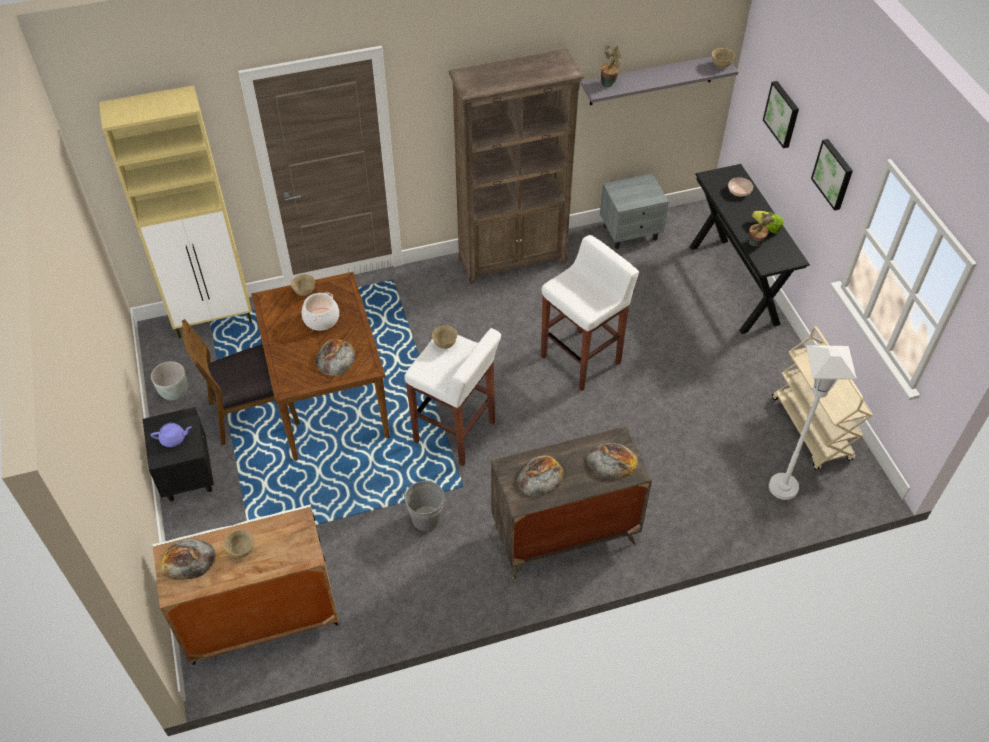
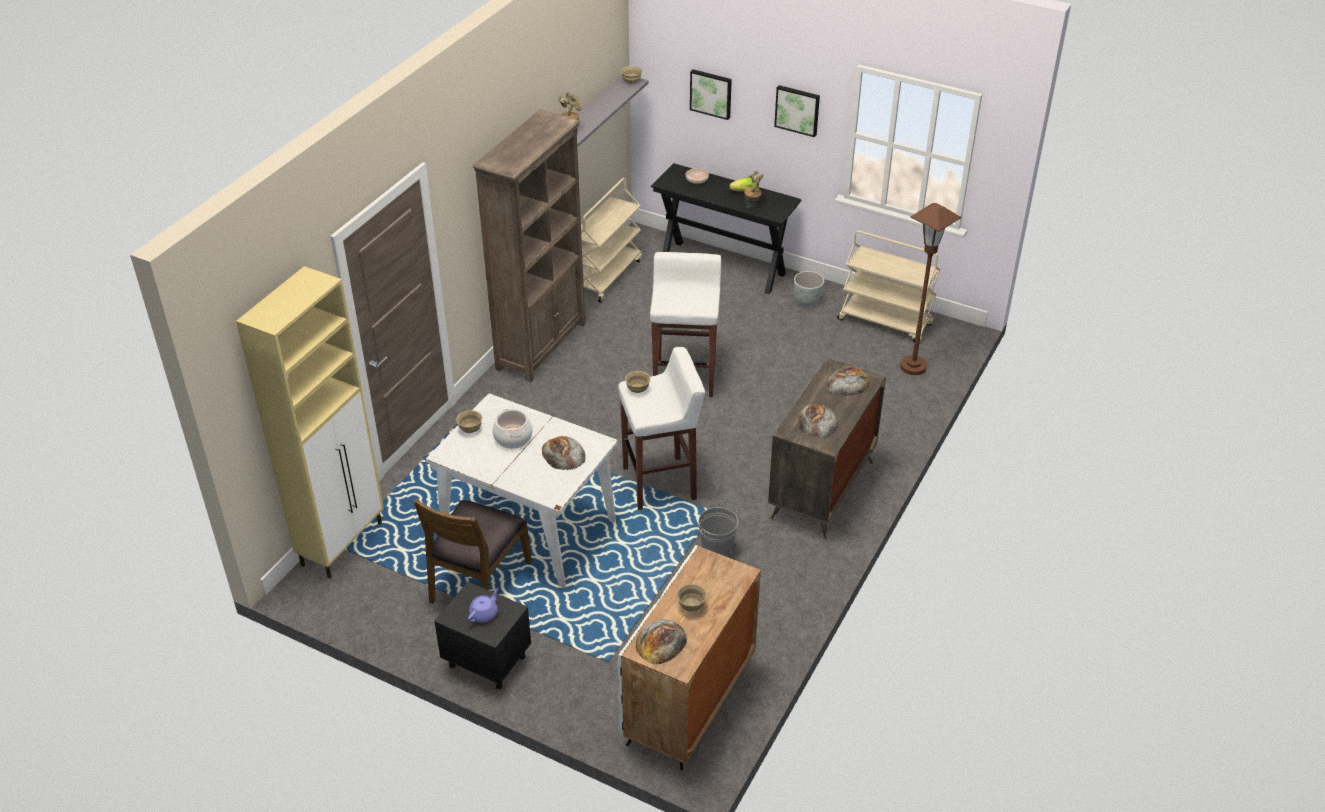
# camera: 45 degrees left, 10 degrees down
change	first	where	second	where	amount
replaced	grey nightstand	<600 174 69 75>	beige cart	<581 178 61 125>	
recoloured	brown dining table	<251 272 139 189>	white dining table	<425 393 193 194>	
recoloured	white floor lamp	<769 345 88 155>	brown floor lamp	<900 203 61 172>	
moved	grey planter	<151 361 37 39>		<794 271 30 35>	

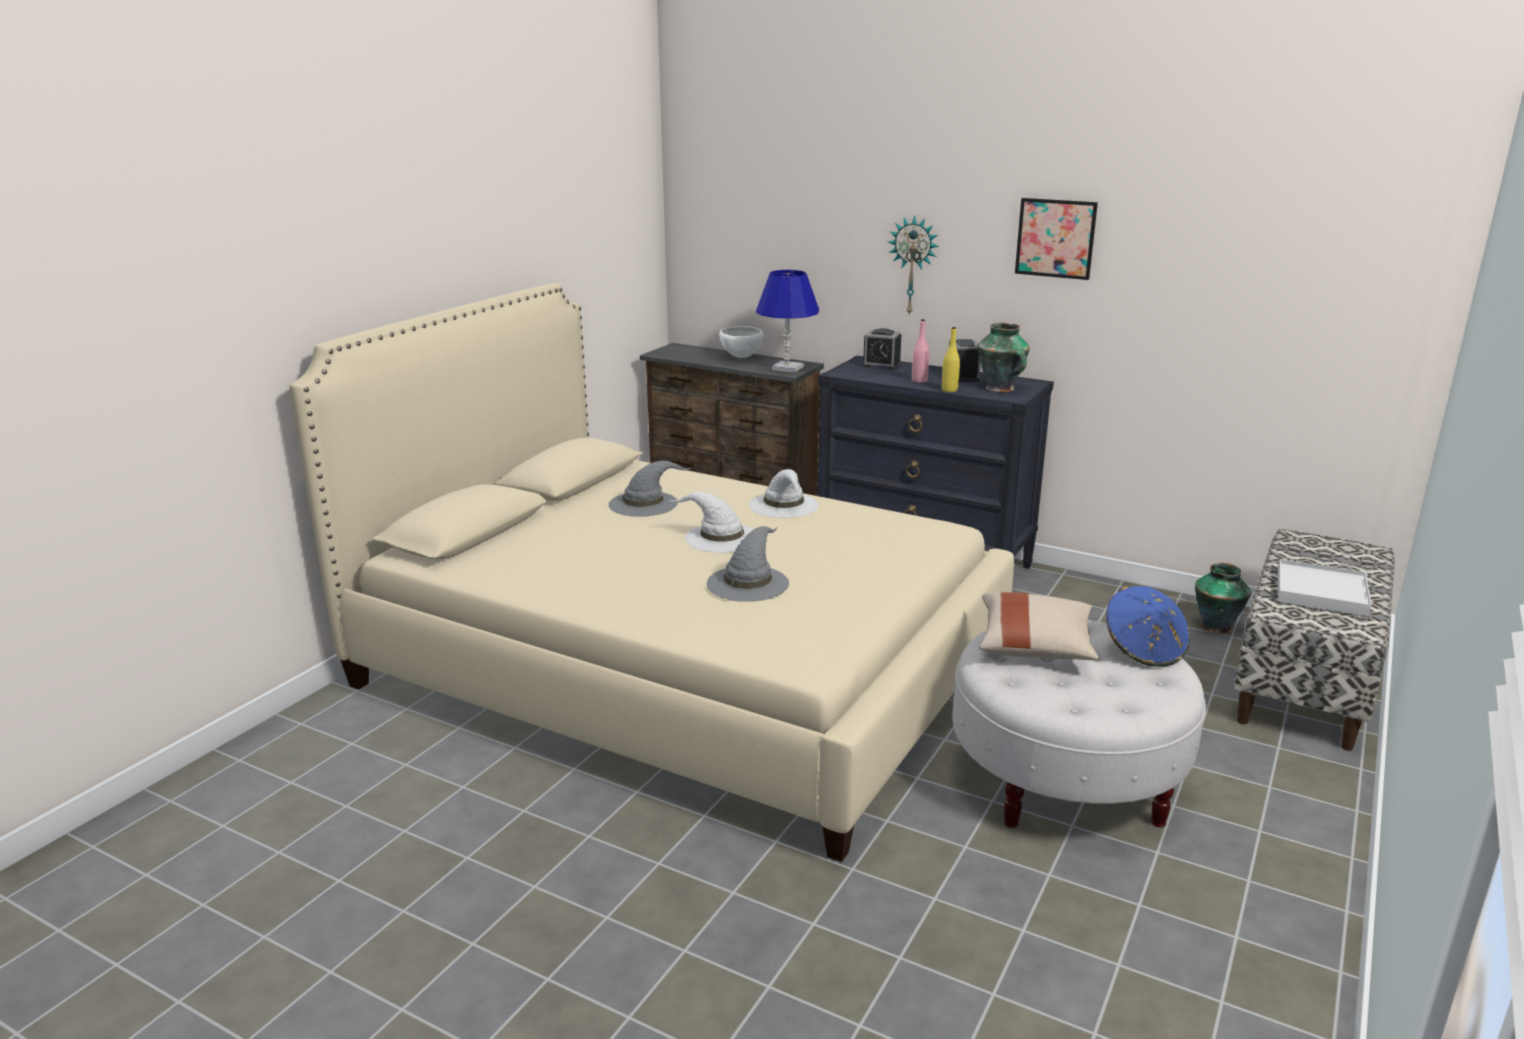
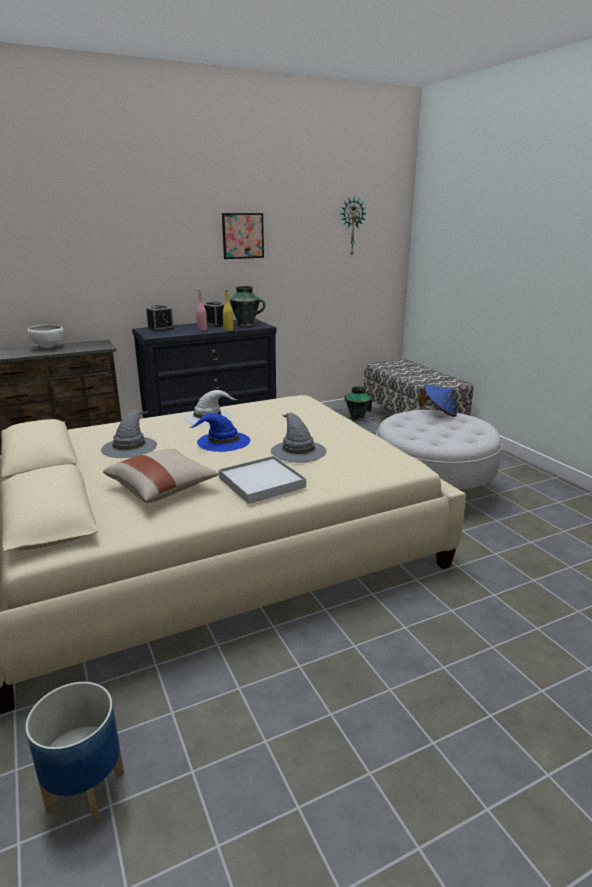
# camera: 55 degrees left, 0 degrees up
change	first	where	second	where	amount
moved	wall clock	<888 215 50 101>		<340 197 27 58>	
removed	blue table lamp	<756 270 63 103>			
recoloured	white hat	<669 492 85 61>	blue hat	<191 413 59 39>	
moved	white tray	<1278 559 93 58>		<219 456 87 48>	
moved	beige pillow	<979 592 120 68>		<103 449 116 54>	
added			planter	<25 682 99 142>	

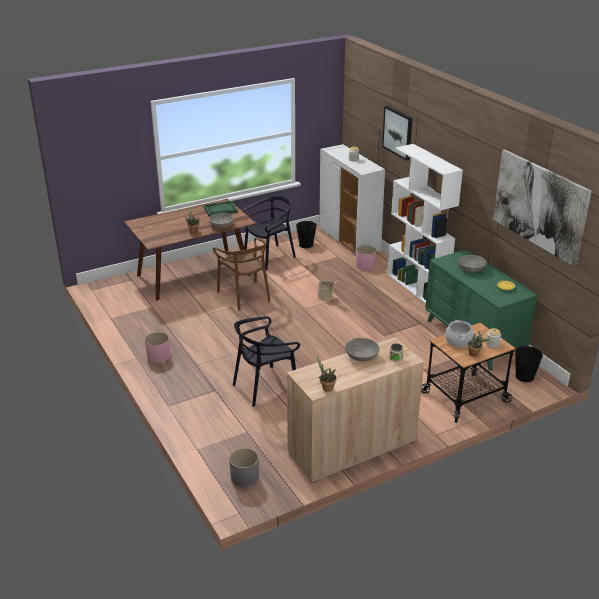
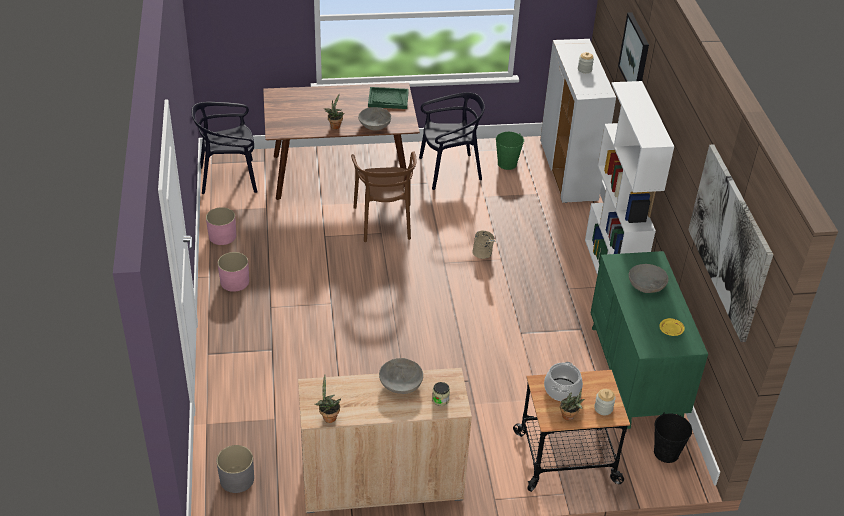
# camera: 20 degrees right, 10 degrees up
change	first	where	second	where	amount
recoloured	black bucket	<296 220 21 28>	green bucket	<496 132 28 38>	
moved	pink planter	<356 245 20 25>		<206 207 30 38>	
moved	black chair	<233 316 67 91>		<192 102 66 92>	

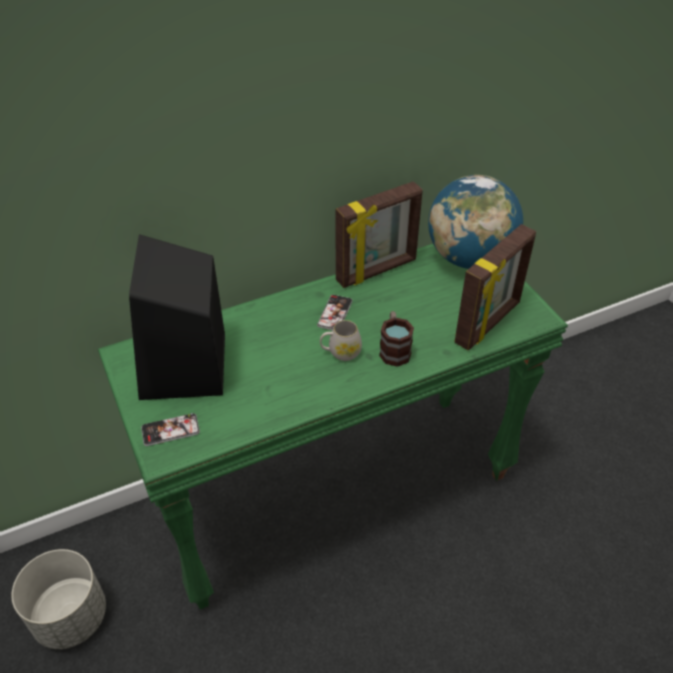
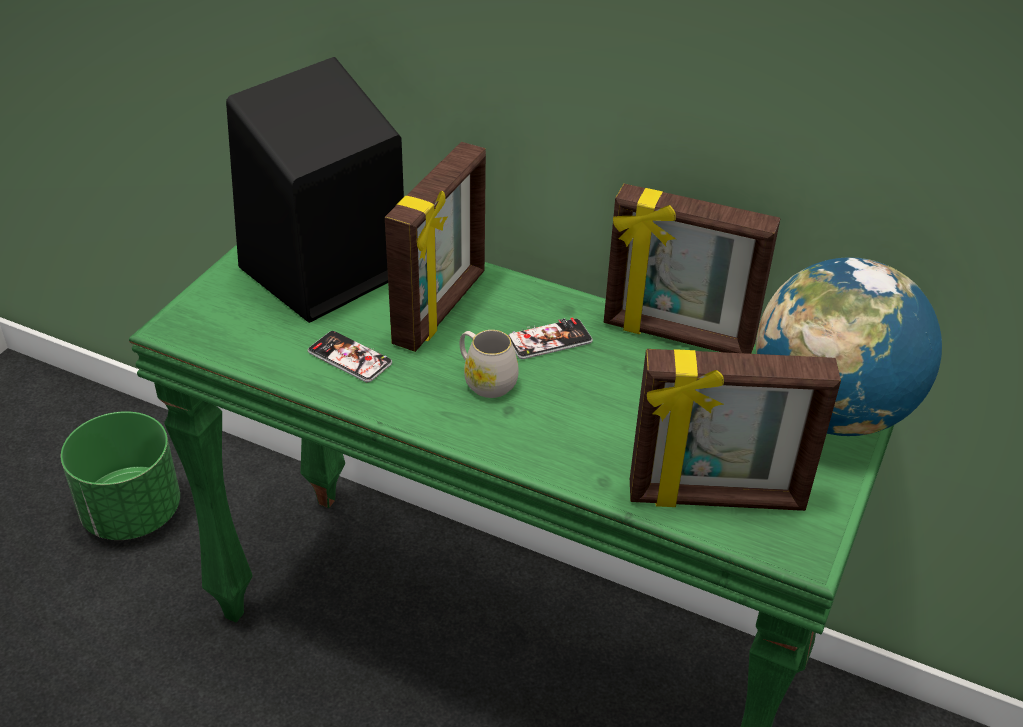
# camera: 50 degrees right, 5 degrees down
change	first	where	second	where	amount
removed	mug	<379 311 35 56>			
moved	phone	<141 413 59 33>		<308 331 84 52>	
recoloured	grey planter	<12 549 94 100>	green planter	<61 411 119 129>	
added			picture frame	<385 142 101 210>	

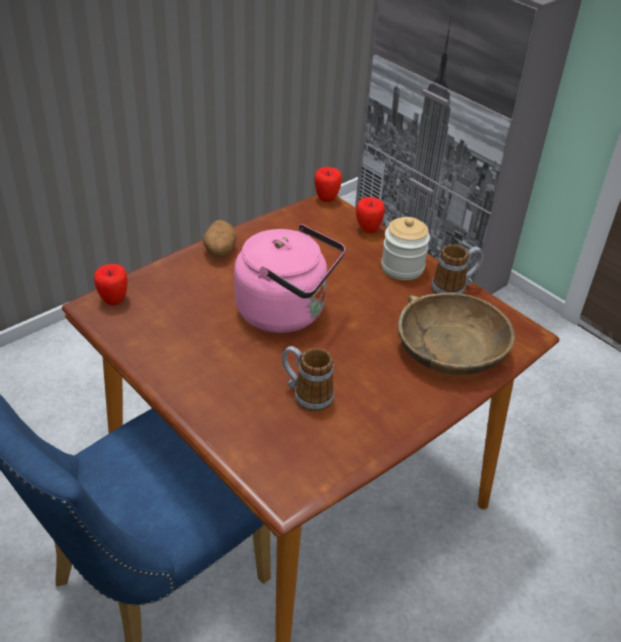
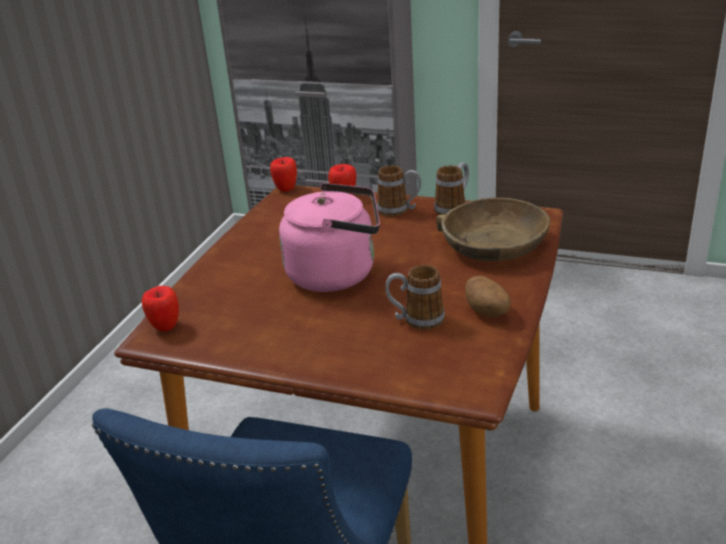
# camera: 25 degrees left, 10 degrees down
change	first	where	second	where	amount
replaced	jar	<381 217 49 63>	mug	<377 165 44 52>	
moved	potato	<203 220 34 37>		<465 276 46 41>	

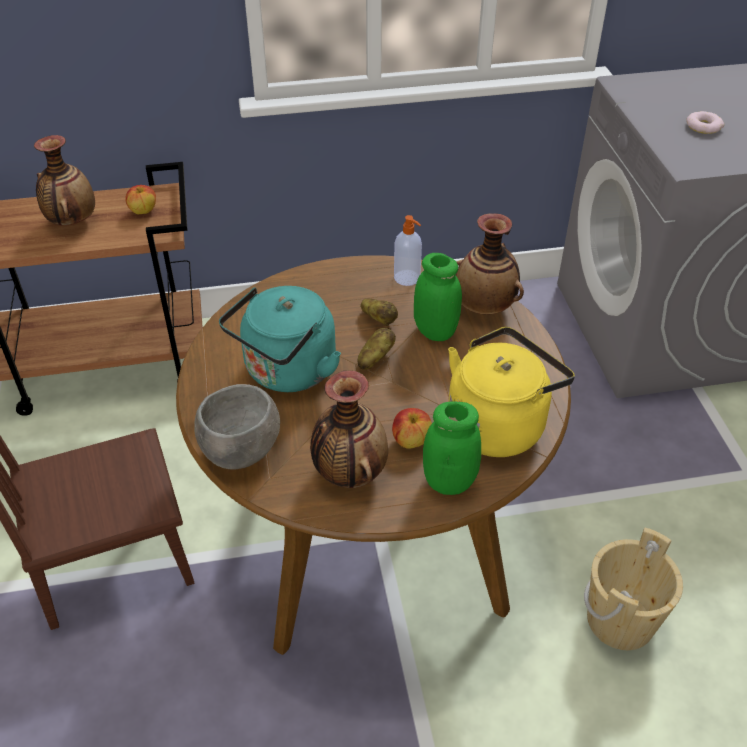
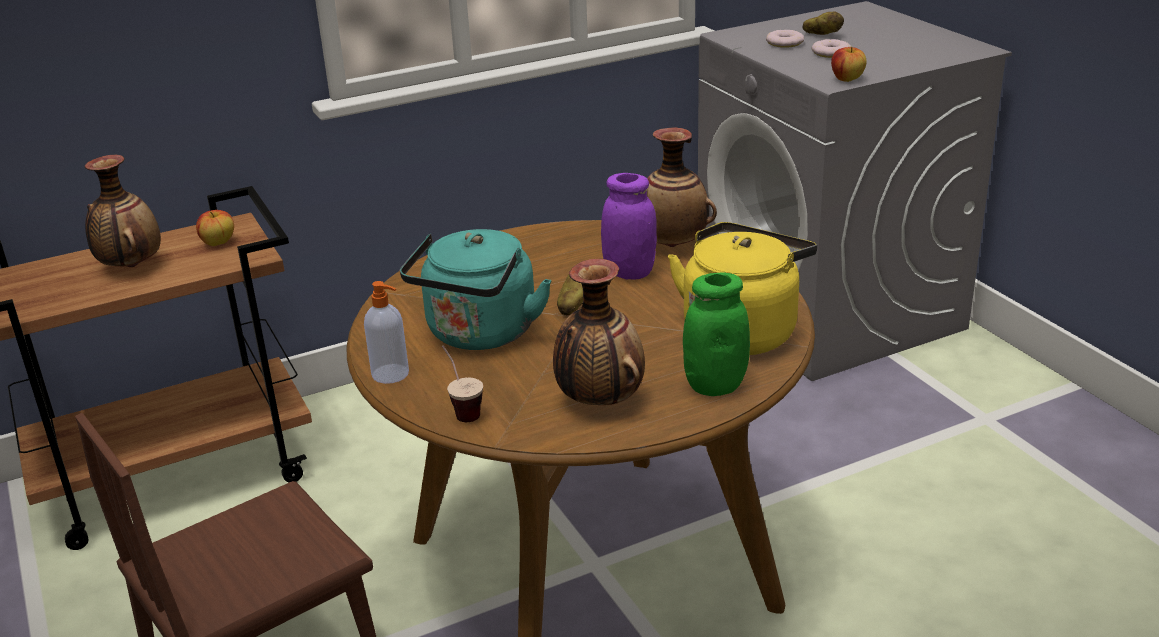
# camera: 15 degrees left, 15 degrees down
change	first	where	second	where	amount
moved	soap dispenser	<394 215 28 71>		<364 281 45 103>	
recoloured	green jar	<414 253 48 88>	purple jar	<601 173 56 107>	
moved	potato	<361 298 37 28>		<803 12 41 23>	
replaced	grey bowl	<194 384 86 86>	cup	<442 346 41 76>	
moved	apple	<392 408 40 41>		<831 47 36 35>	
removed	beige bucket	<584 528 99 122>			
added			donut	<766 30 38 18>	

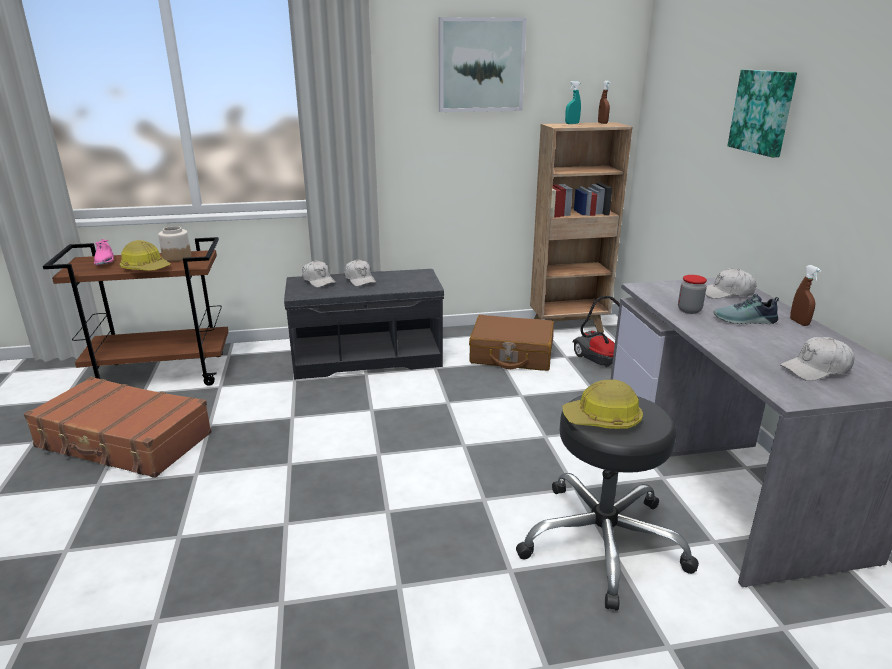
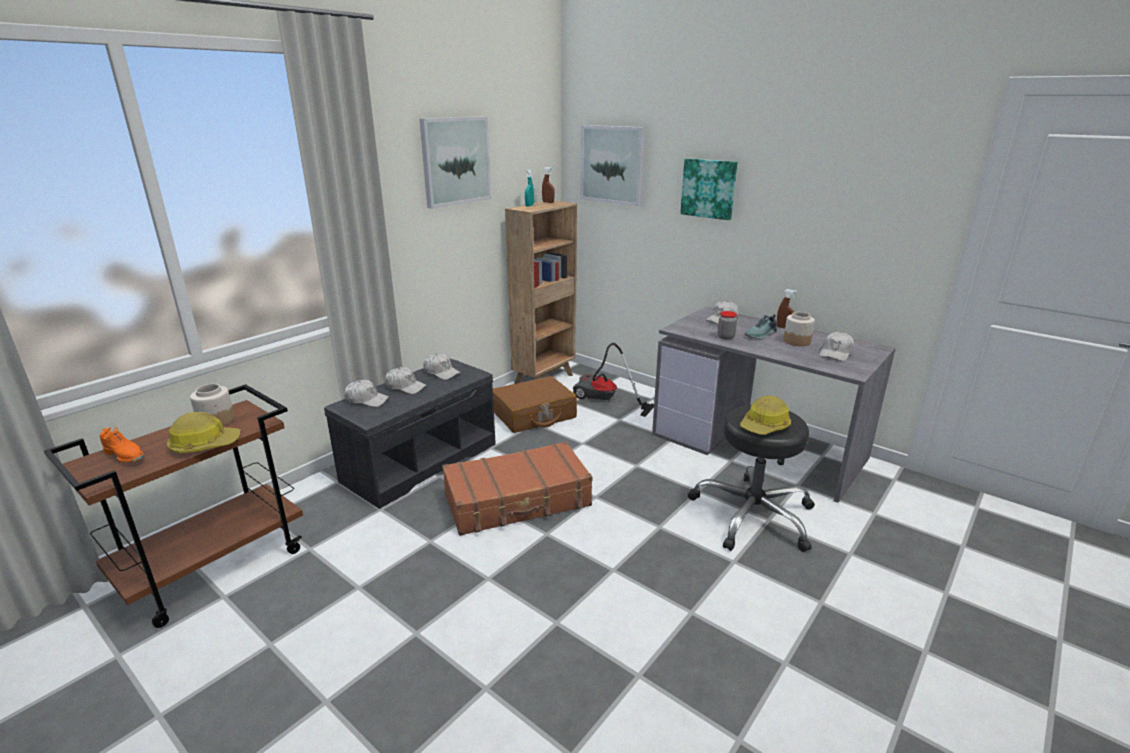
# camera: 40 degrees left, 0 degrees up
change	first	where	second	where	amount
recoloured	pink shoe	<93 239 21 26>	orange shoe	<100 427 44 35>	
moved	brown suitcase	<24 377 188 101>		<442 441 150 95>	
added			picture	<580 125 65 81>	
added			jar	<783 312 32 34>	
added			white cap	<423 353 38 27>	

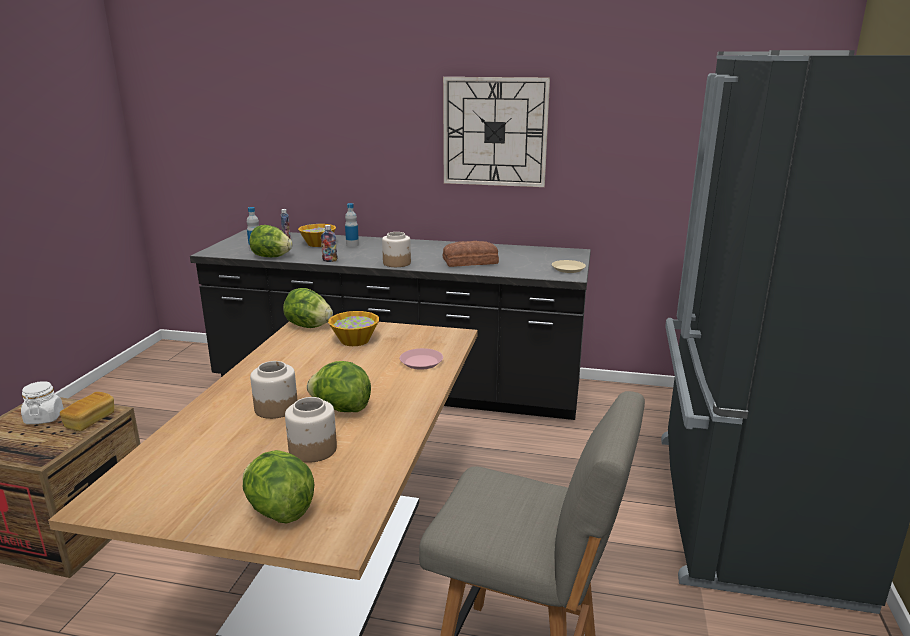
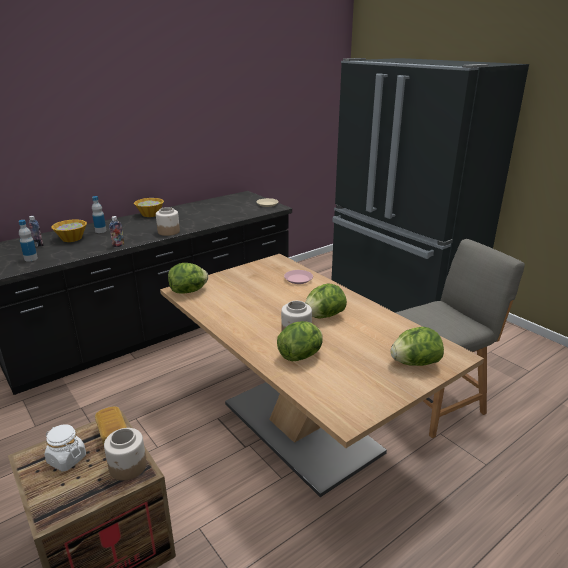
# camera: 50 degrees left, 5 degrees up
change	first	where	second	where	amount
removed	wall clock	<443 77 107 110>			
moved	lettuce	<250 225 42 32>		<277 321 46 40>	
removed	bread	<442 241 57 26>			
moved	bowl	<328 311 51 35>		<134 198 30 19>	
moved	jar	<285 397 52 66>		<104 428 43 53>	

